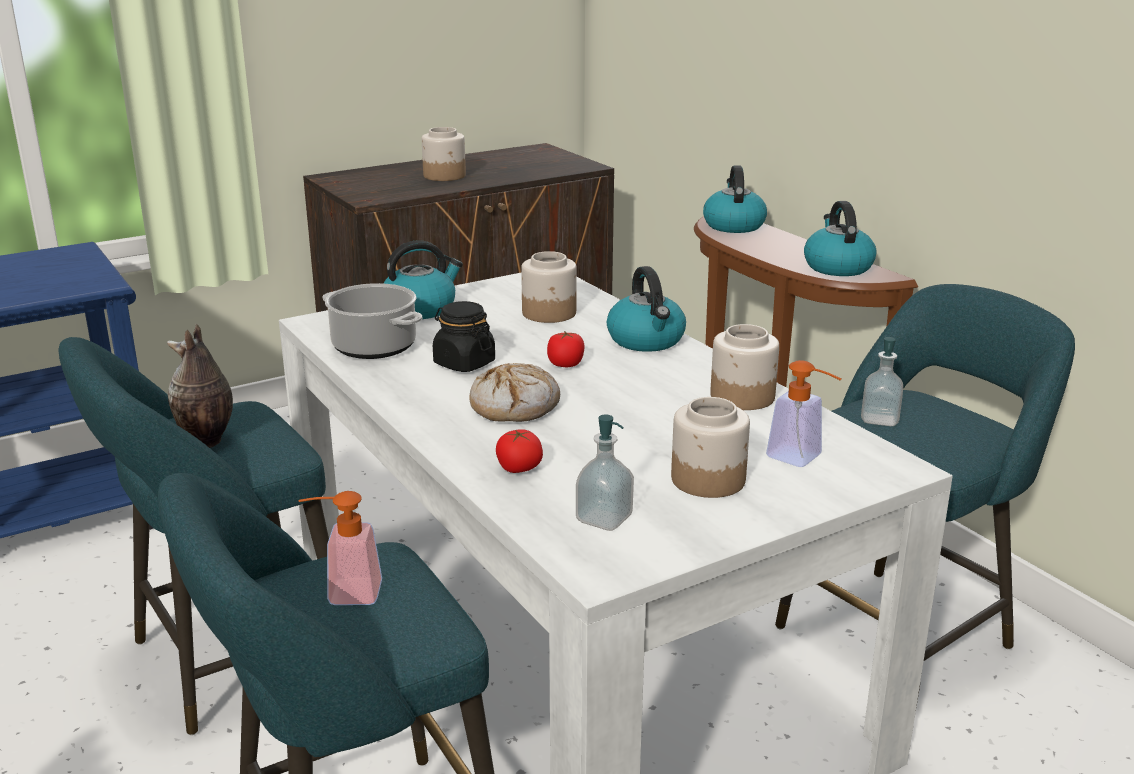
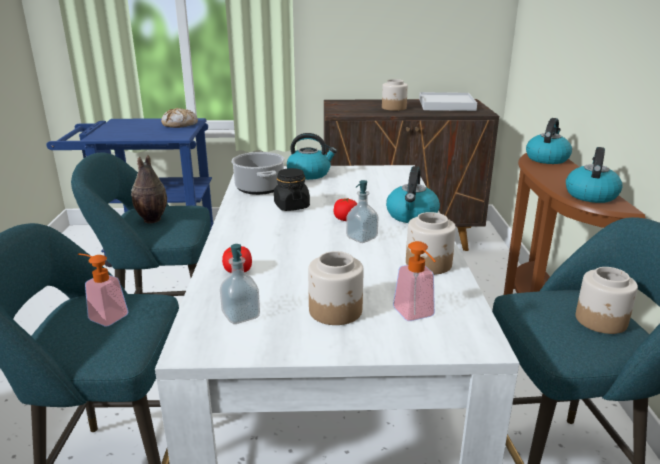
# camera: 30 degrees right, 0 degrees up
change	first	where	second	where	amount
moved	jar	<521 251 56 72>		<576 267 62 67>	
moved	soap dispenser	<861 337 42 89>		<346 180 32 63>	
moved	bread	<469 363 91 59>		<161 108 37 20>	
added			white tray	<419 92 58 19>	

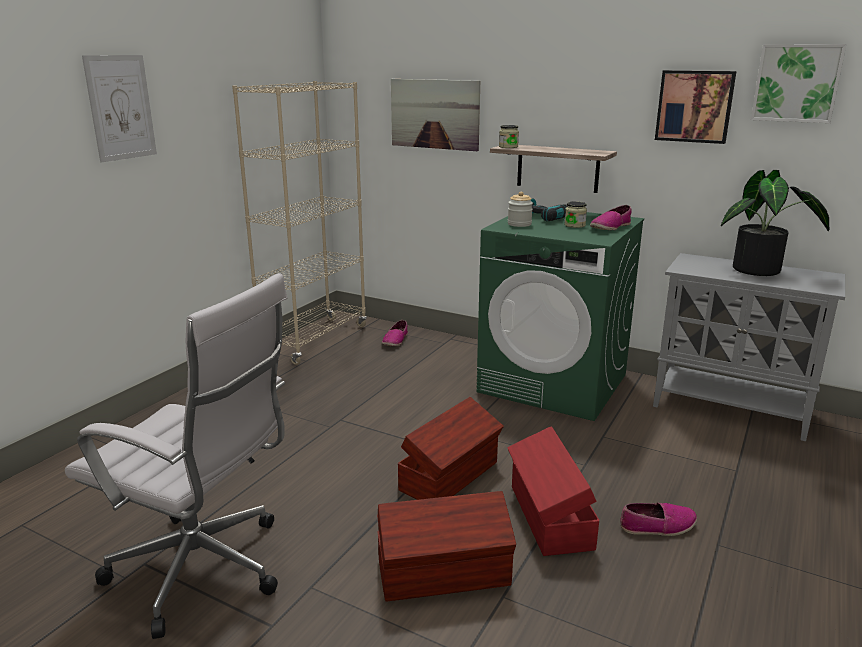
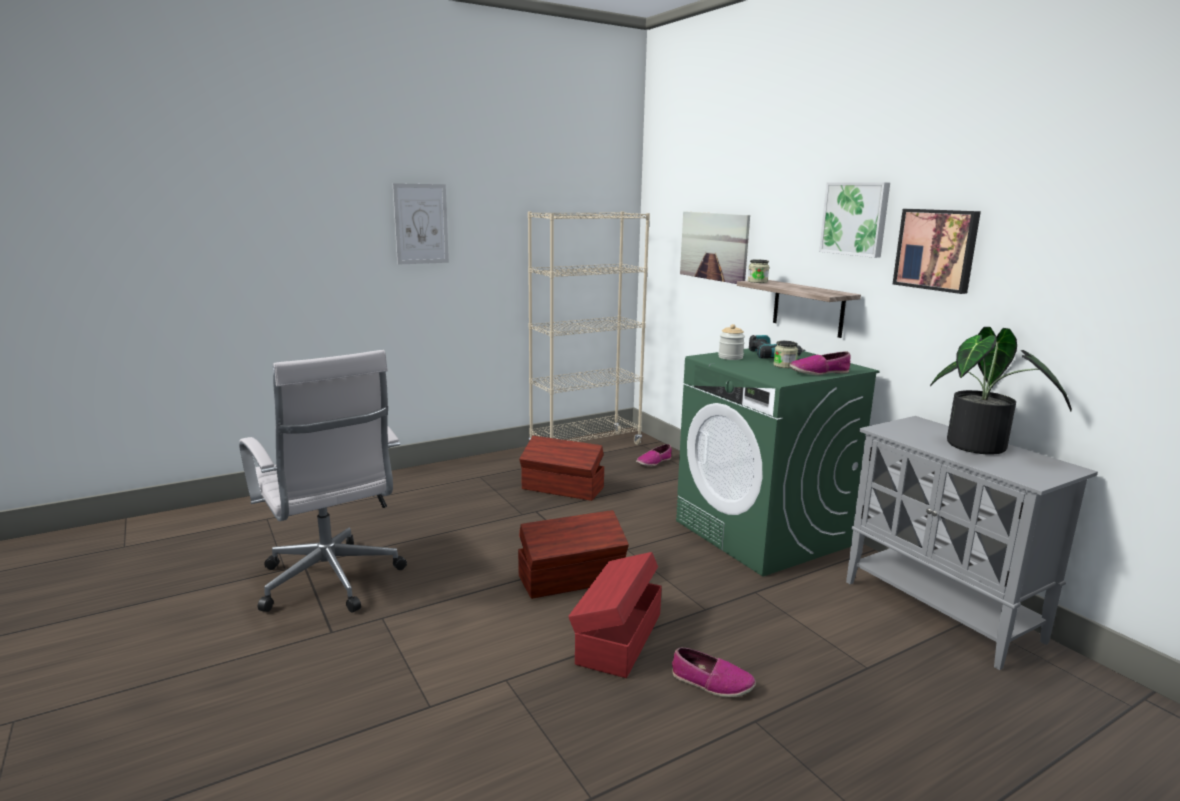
# camera: 30 degrees right, 5 degrees down
change	first	where	second	where	amount
moved	picture	<751 44 95 79>		<819 182 71 76>	
moved	brown storage box	<377 491 139 111>		<519 436 85 65>	

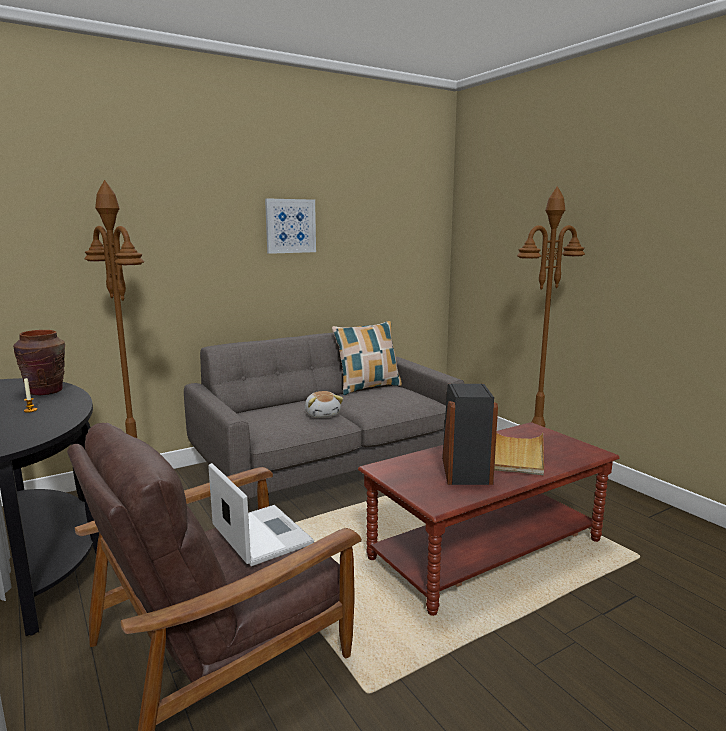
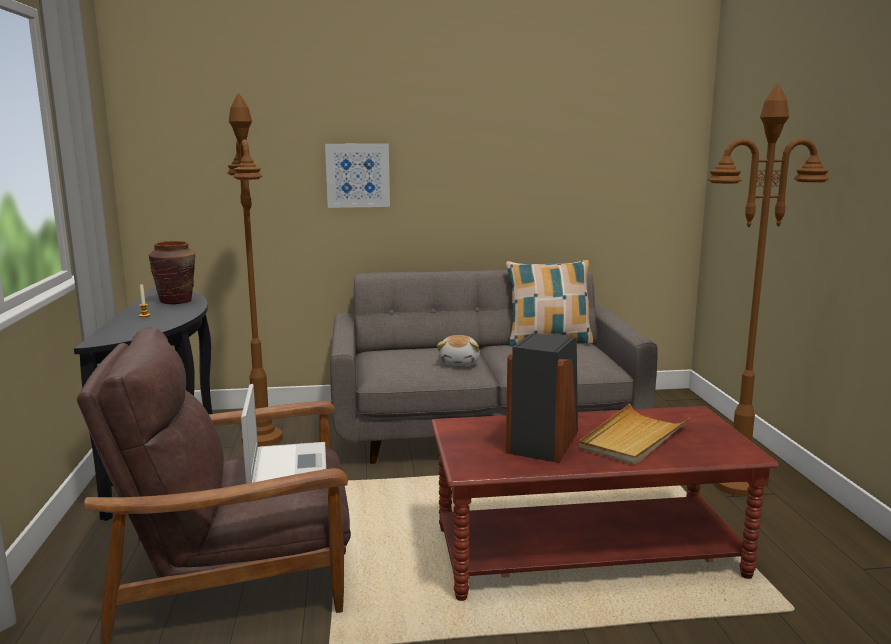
# camera: 25 degrees right, 0 degrees up
change	first	where	second	where	amount
moved	picture	<265 198 51 56>		<325 143 65 65>	

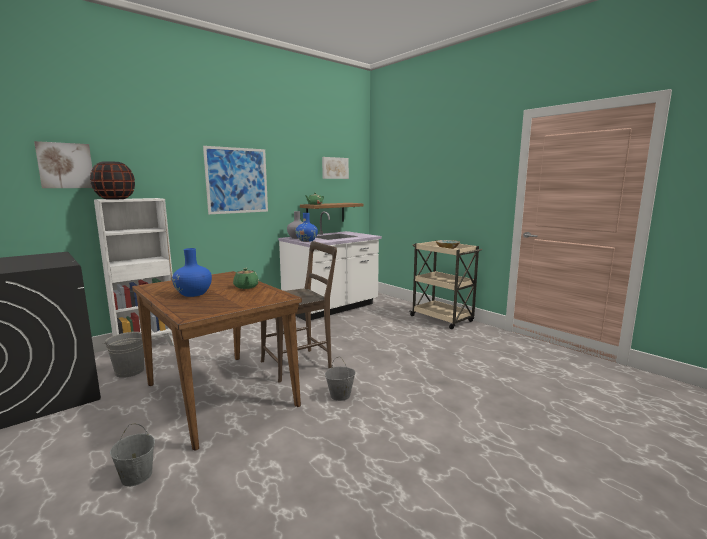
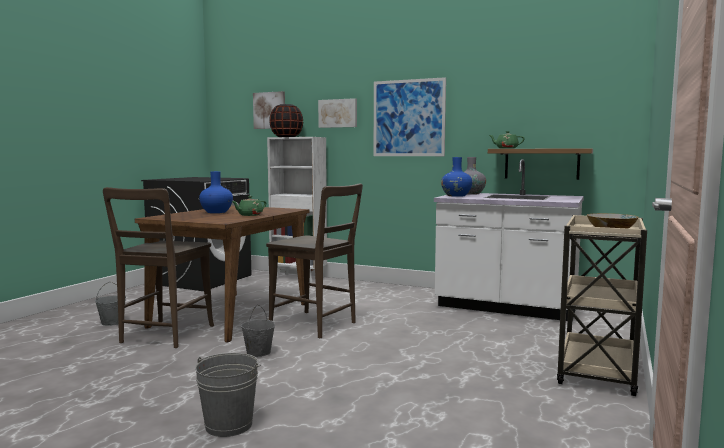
# camera: 65 degrees right, 5 degrees down
change	first	where	second	where	amount
moved	picture	<322 157 27 22>		<318 98 39 30>	
moved	grey bucket	<103 332 41 46>		<195 353 66 84>	
added			brown chair	<103 187 111 161>	

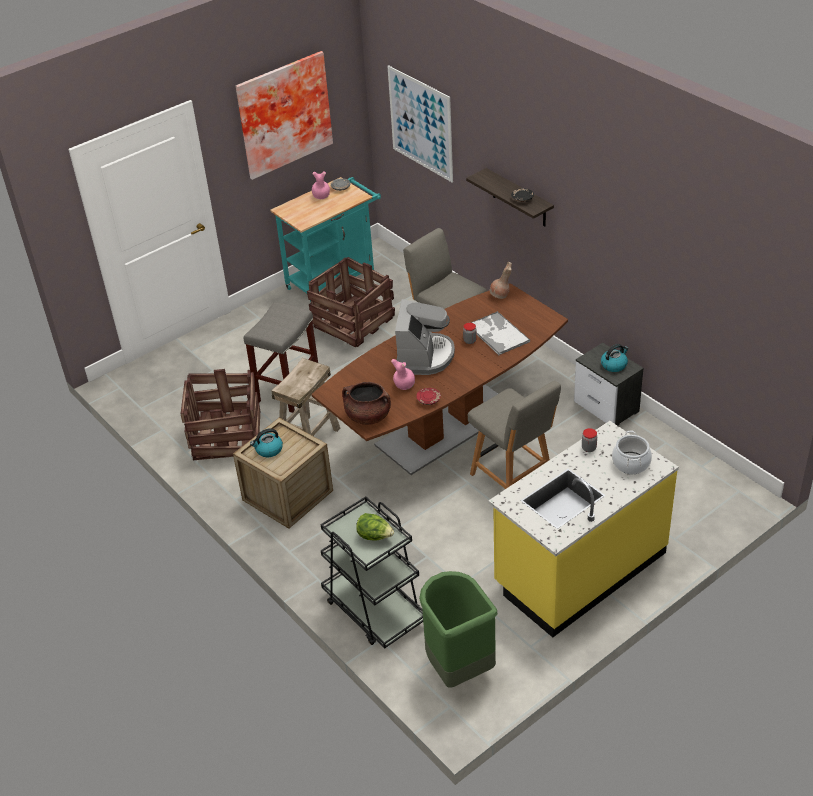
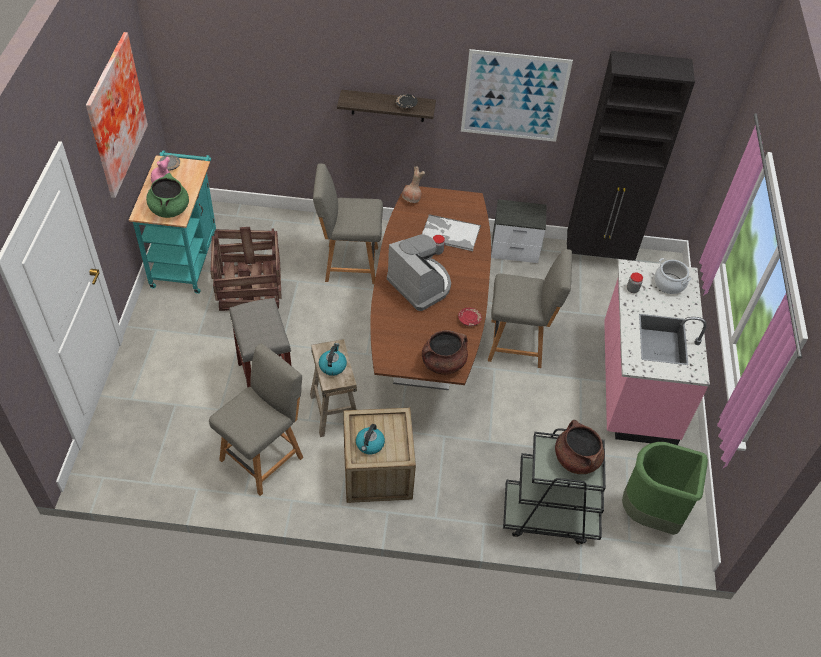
# camera: 50 degrees left, 10 degrees up
change	first	where	second	where	amount
moved	picture	<387 65 66 118>		<461 49 112 93>	
moved	kettle	<601 344 28 28>		<319 343 28 33>	
removed	pink vase	<391 359 24 31>			
replaced	crate	<181 369 79 91>	grey chair	<209 343 94 153>	
recoloured	yellow counter	<488 421 191 216>	pink counter	<604 259 106 186>	
replaced	lettuce	<356 513 38 28>	brown cooking pot	<555 420 49 54>	
added			black cabinet	<567 51 128 210>	
added			green cooking pot	<146 173 43 45>	

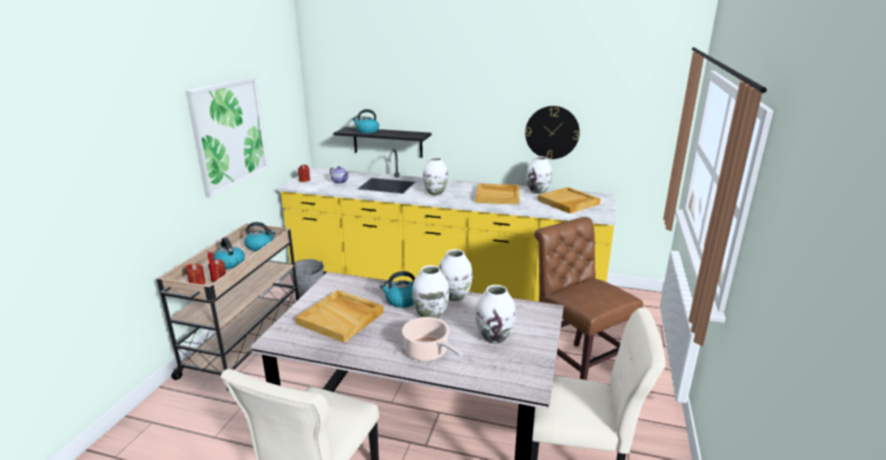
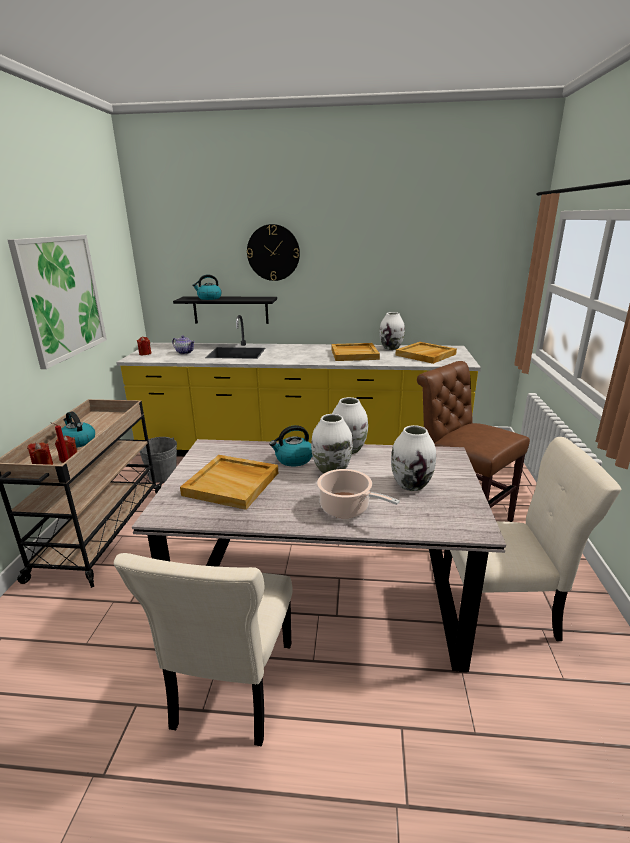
# camera: 10 degrees left, 0 degrees up
change	first	where	second	where	amount
moved	wall clock	<525 106 55 53>		<247 224 53 57>	
removed	white vase	<423 157 25 38>			
removed	kettle	<244 222 32 29>			

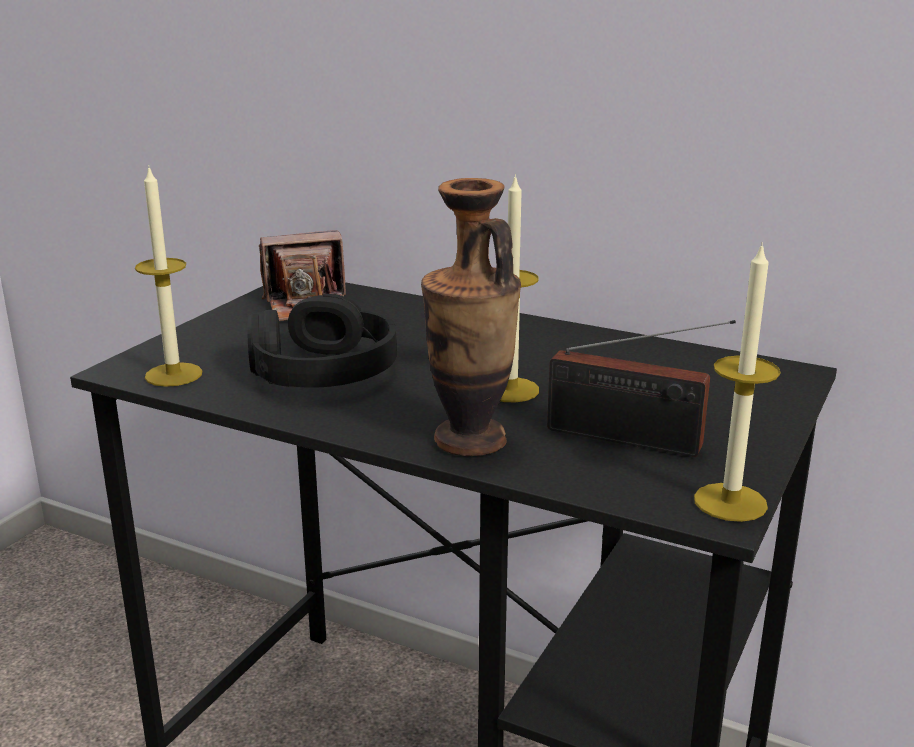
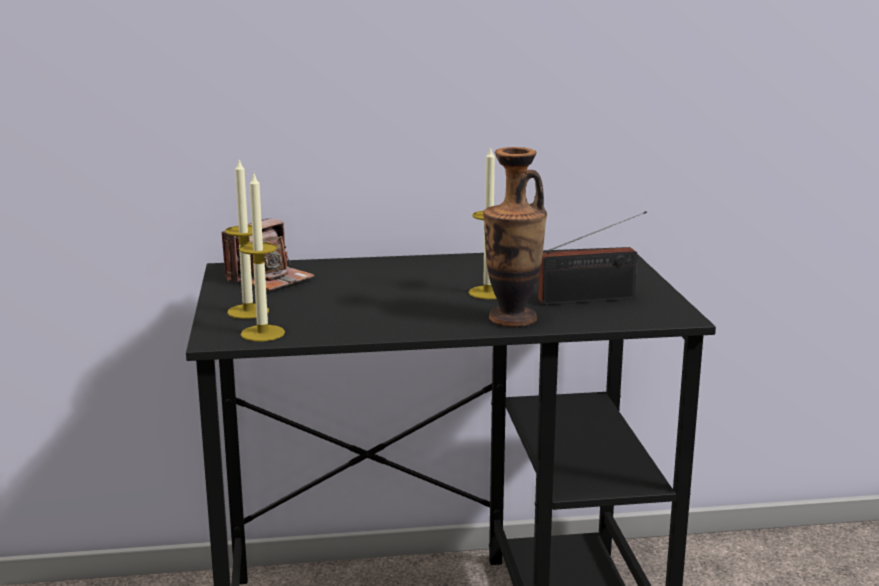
# camera: 35 degrees left, 5 degrees down
change	first	where	second	where	amount
moved	candle	<694 245 87 277>		<225 160 44 159>	
removed	black headphones	<247 294 150 94>			

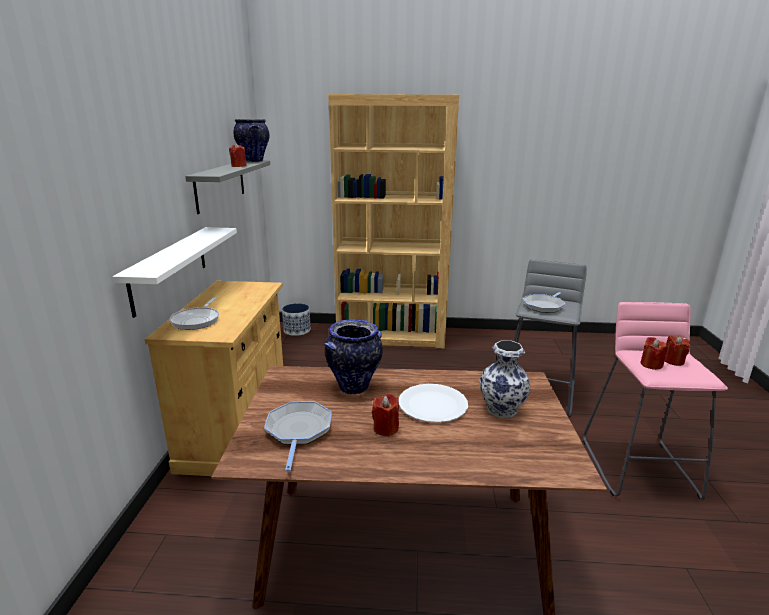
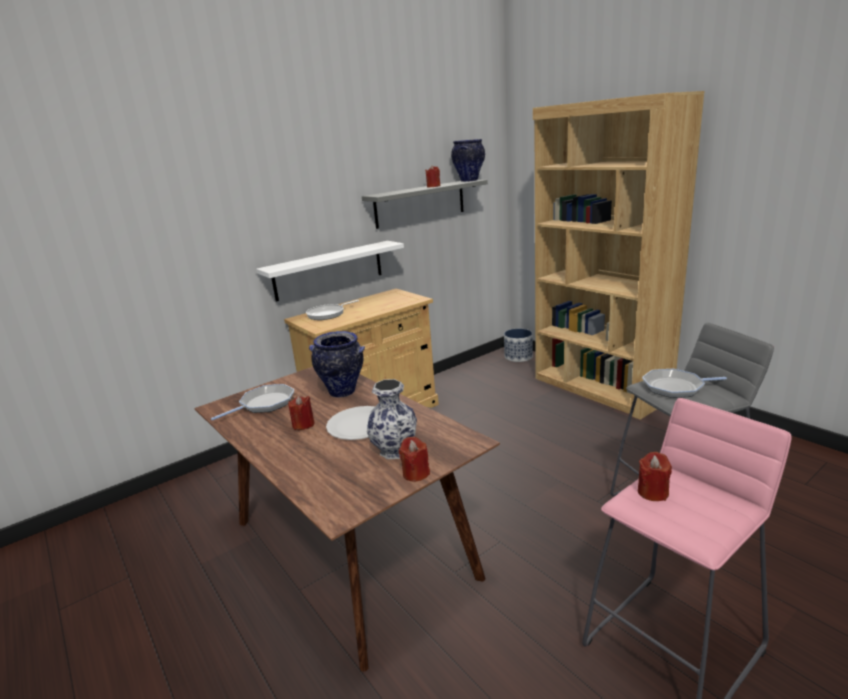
# camera: 50 degrees right, 0 degrees up
change	first	where	second	where	amount
moved	red candle	<664 335 26 31>		<399 436 31 46>	

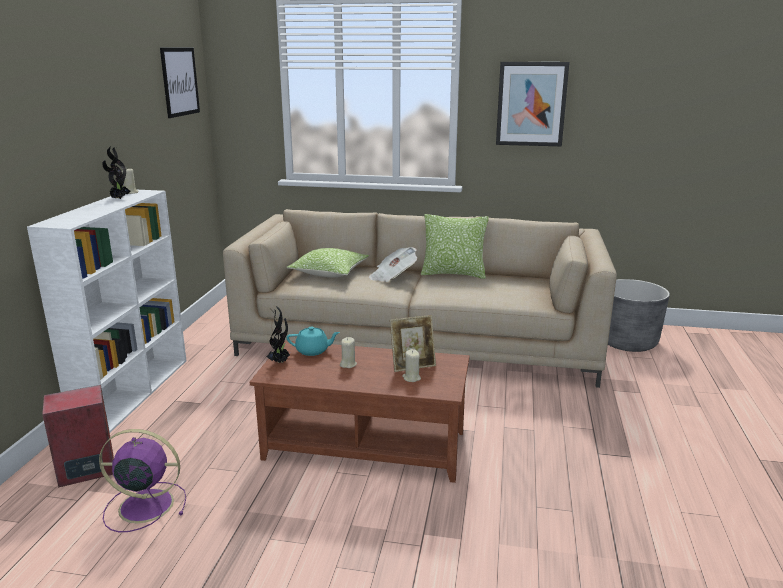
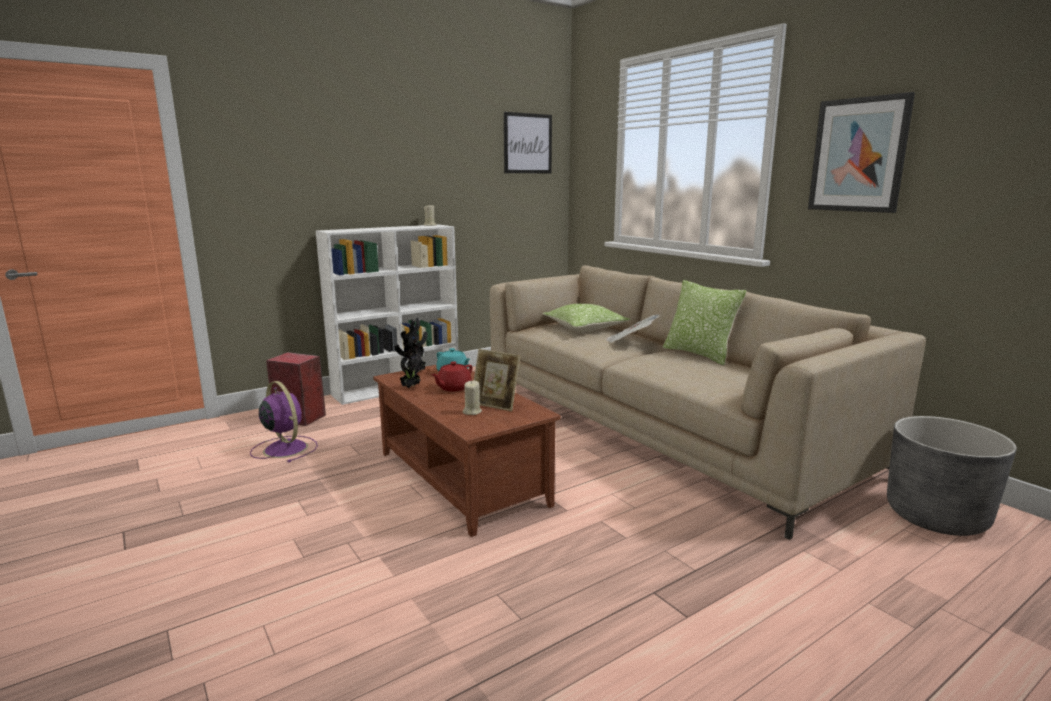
# camera: 45 degrees right, 5 degrees down
change	first	where	second	where	amount
moved	potted plant	<103 146 28 53>		<394 331 28 57>	
replaced	beige candle	<340 337 17 31>	red teapot	<431 361 42 31>	

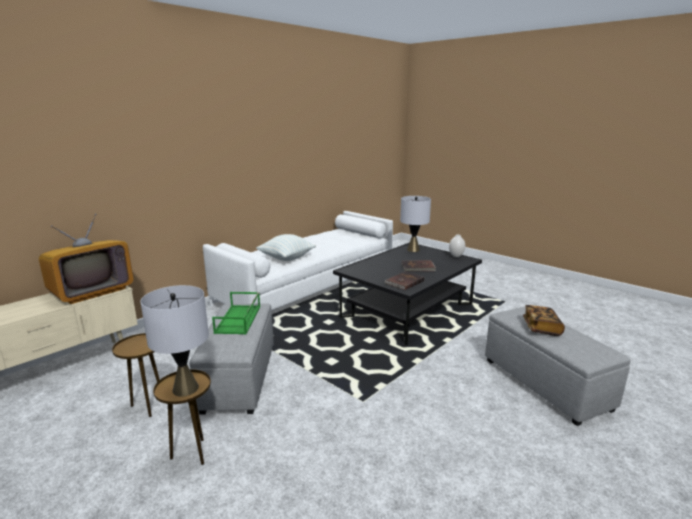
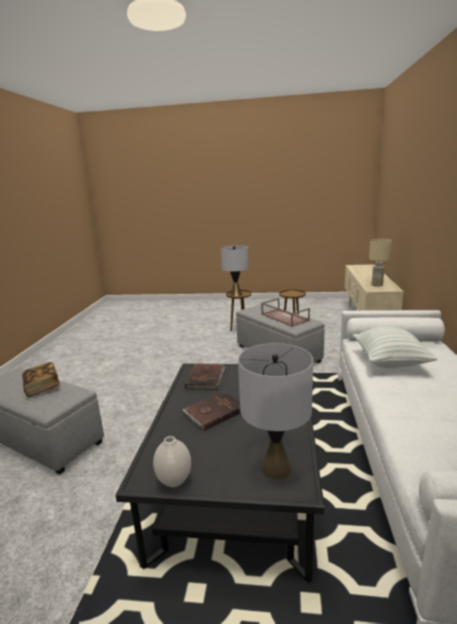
# camera: 145 degrees right, 0 degrees up
change	first	where	second	where	amount
replaced	television	<39 214 94 90>	beige table lamp	<369 239 23 48>	
recoloured	green tray	<212 292 48 42>	brown tray	<261 298 49 29>	

